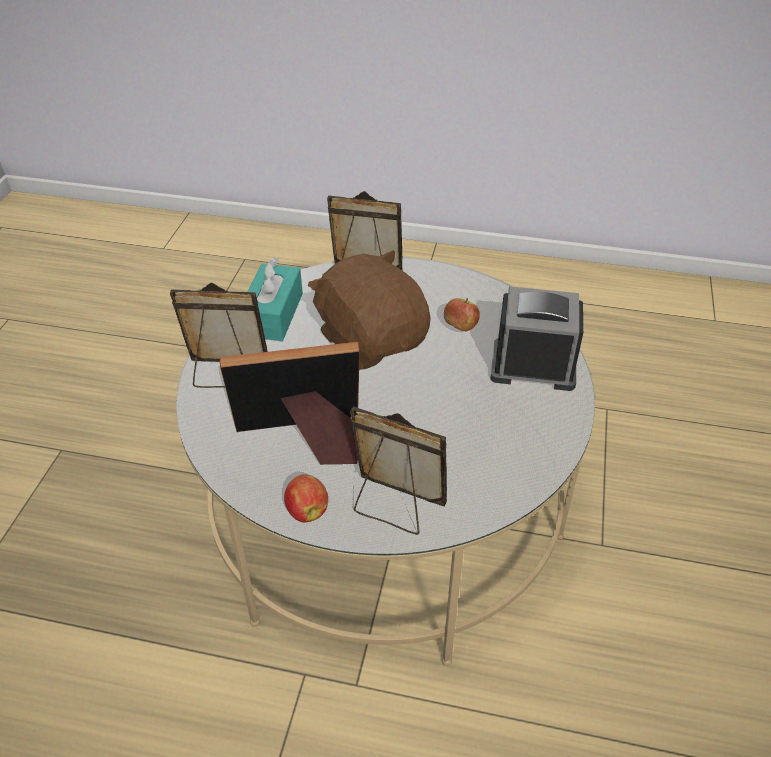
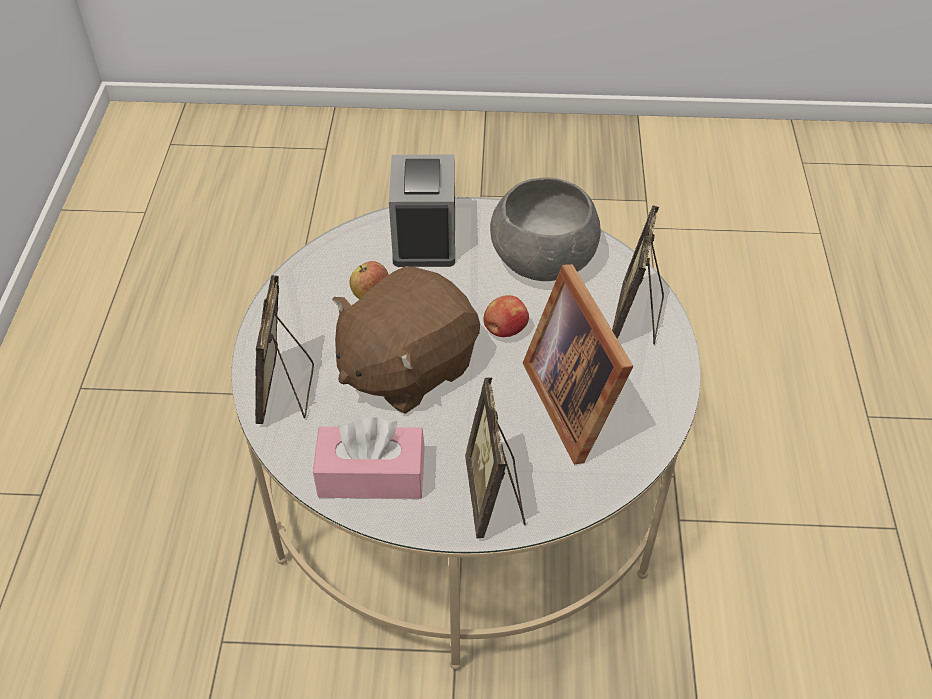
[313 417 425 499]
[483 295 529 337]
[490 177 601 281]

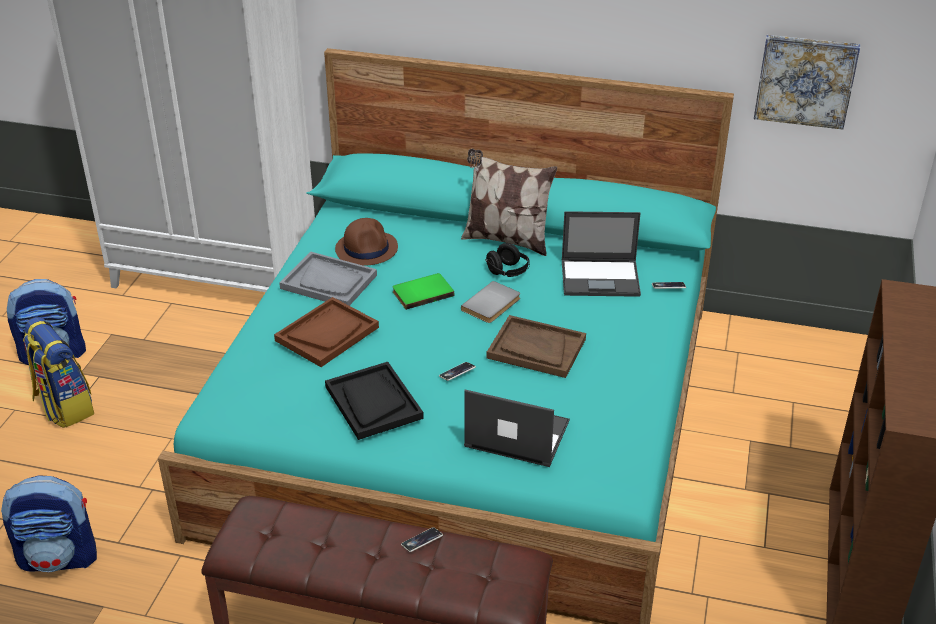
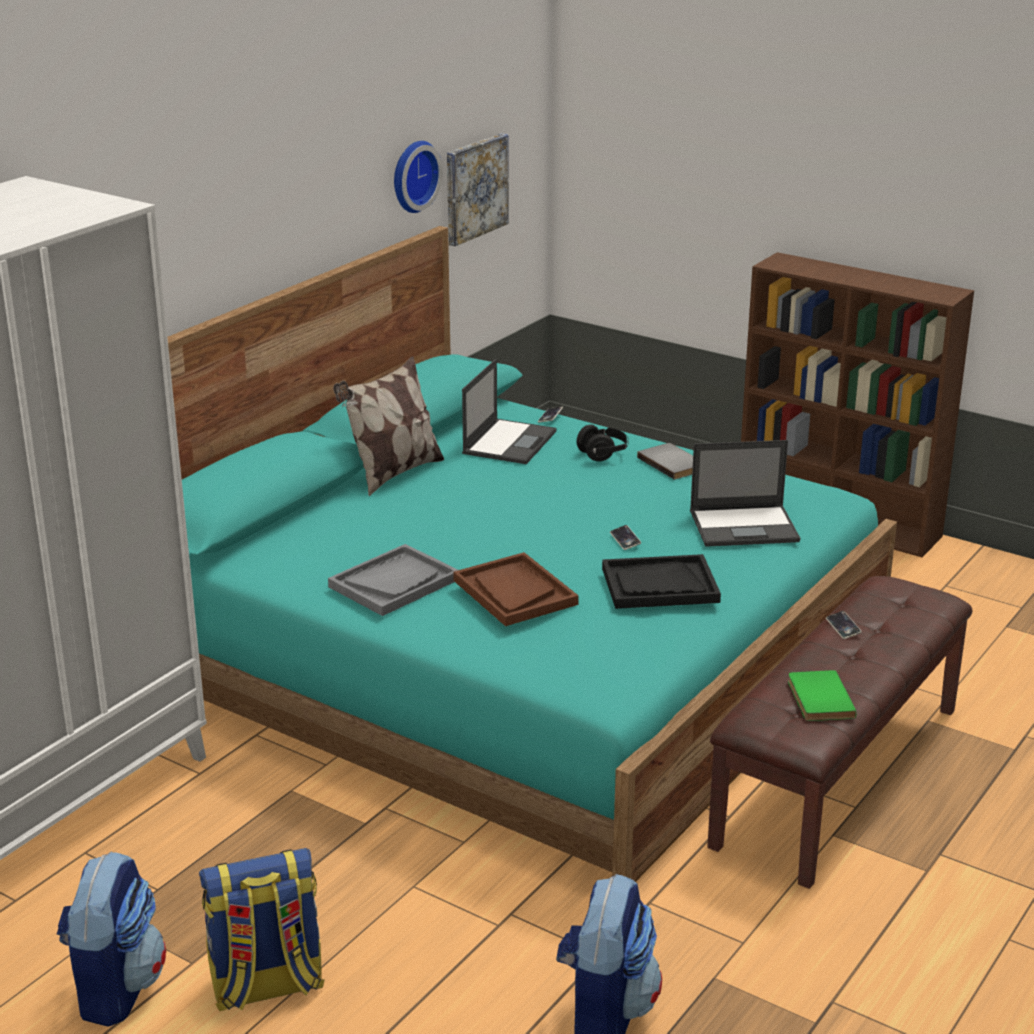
[335 218 398 266] (first image)
[788 670 856 721]
[637 443 693 480]
[690 440 800 547]
[577 425 629 461]
[486 315 586 378] (first image)
[394 141 443 213]

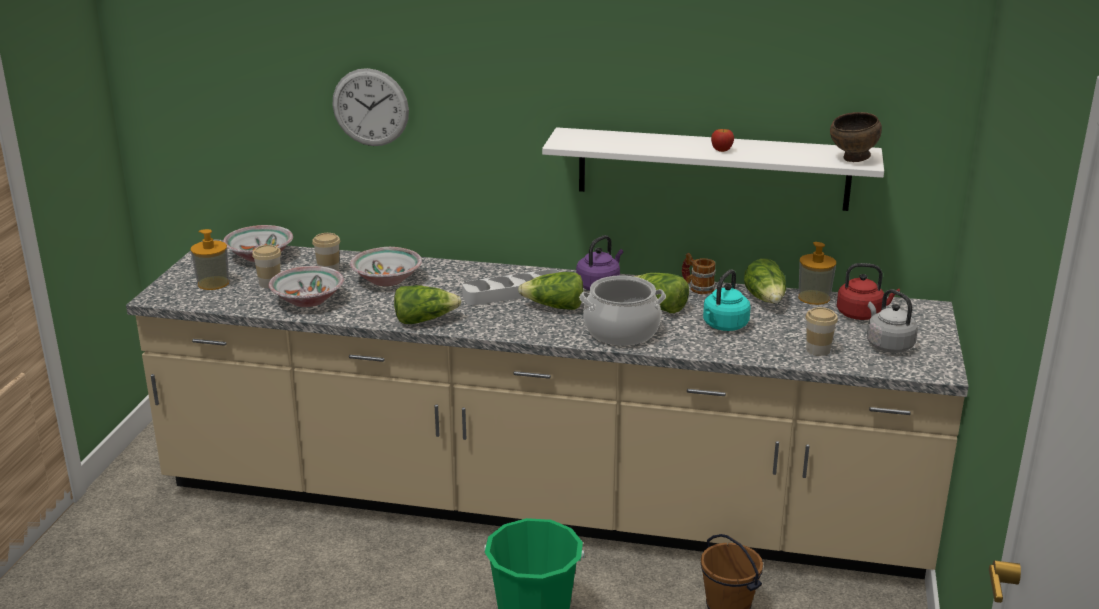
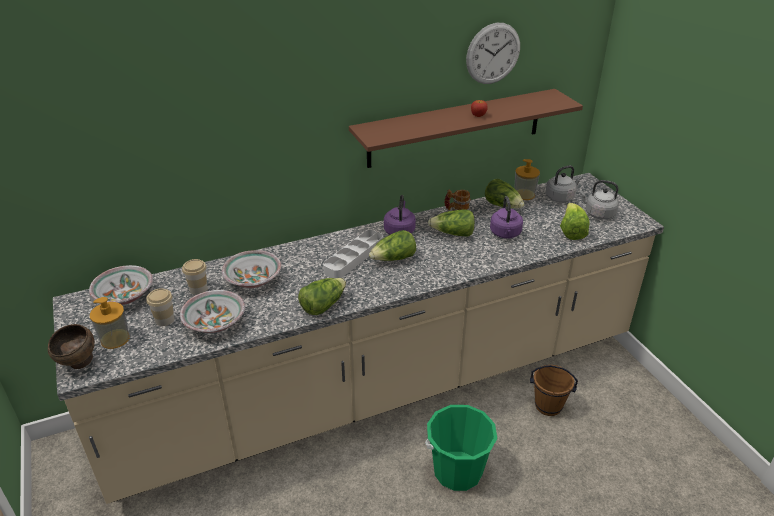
[466 23 520 84]
[349 89 583 168]
[579 275 666 346] (first image)
[490 196 523 239]
[560 203 590 240]
[48 324 95 369]
[545 165 583 203]

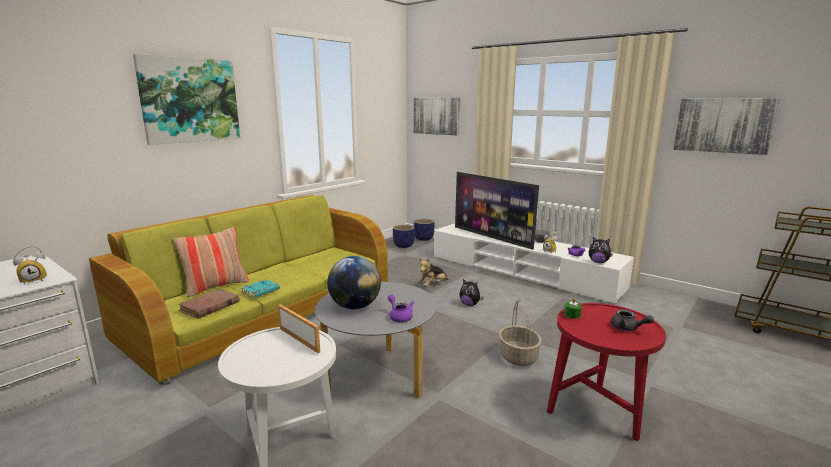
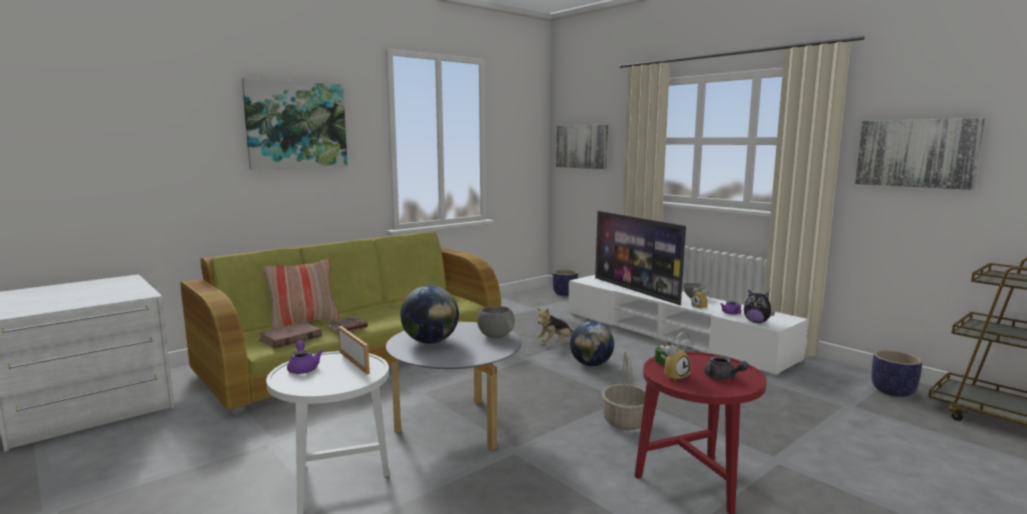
[661 332 693 381]
[327 317 368 334]
[287 341 323 374]
[871 350 922 397]
[570 322 614 366]
[477 306 515 338]

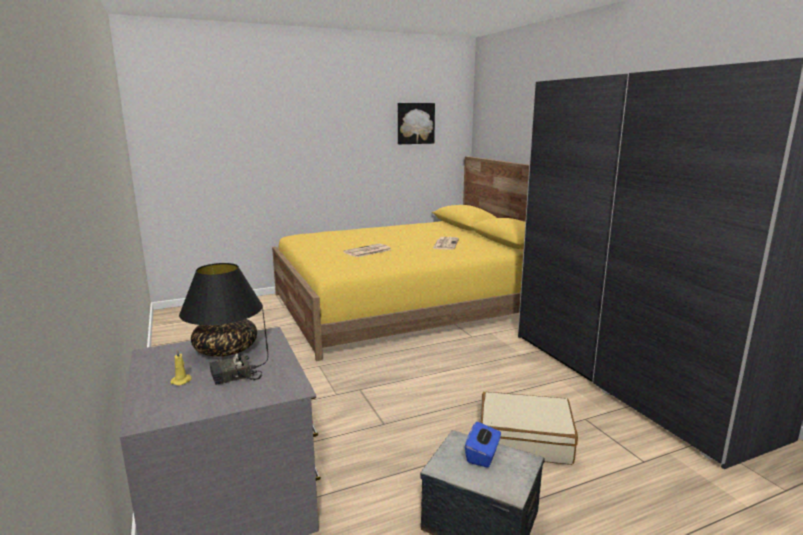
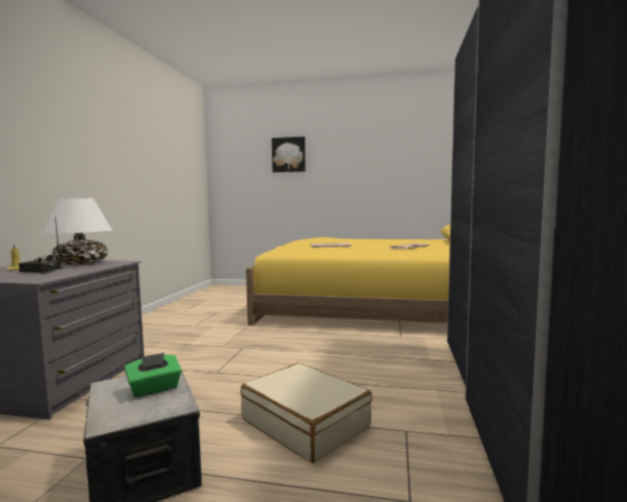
[43 198 112 265]
[272 137 306 172]
[124 353 182 398]

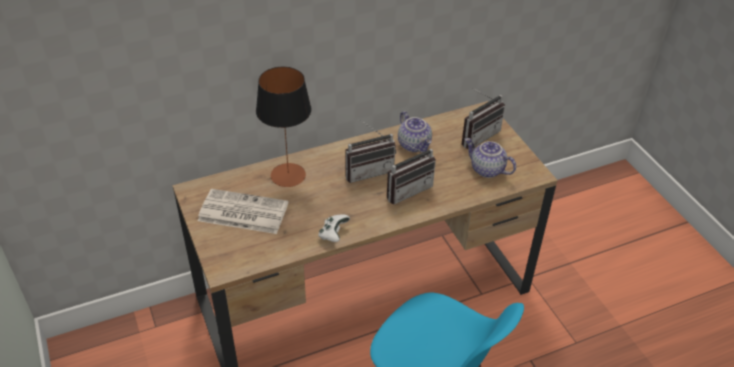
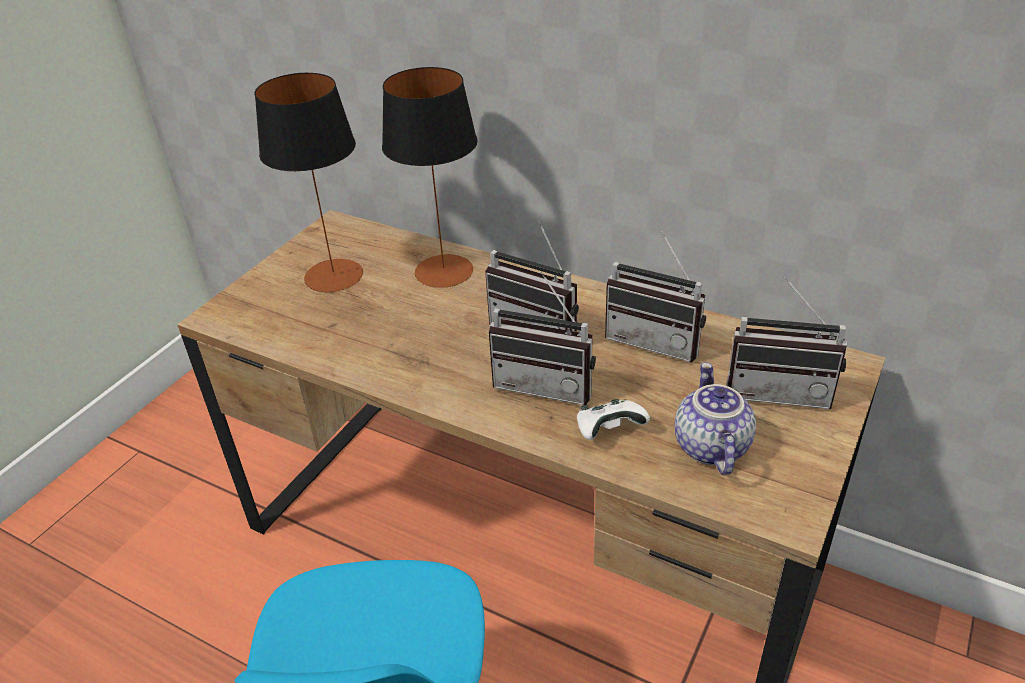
[254 73 363 292]
[577 399 650 440]
[605 231 706 362]

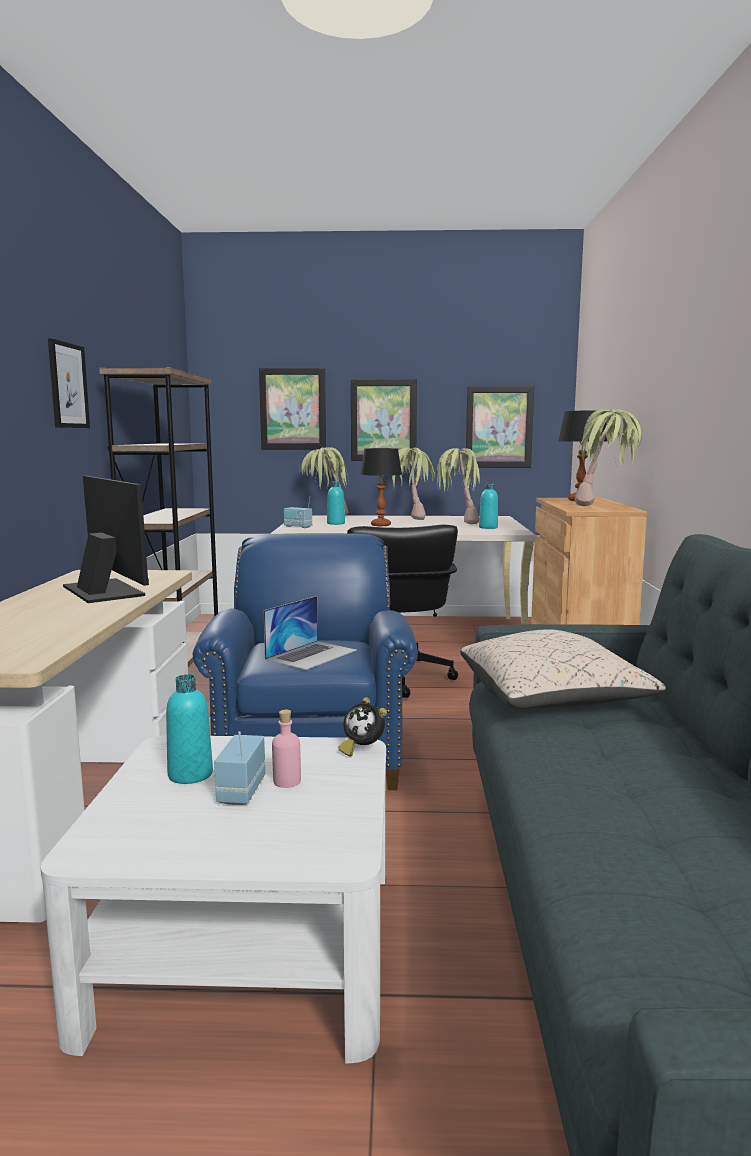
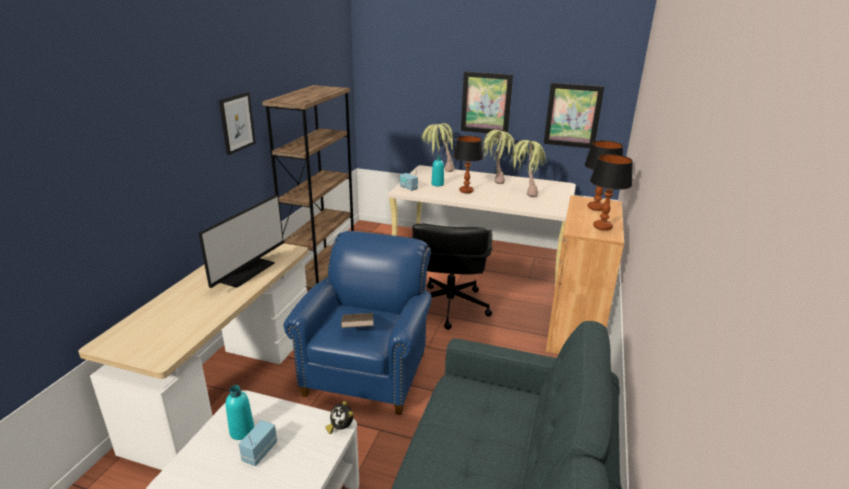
[199 195 284 288]
[259 368 326 450] (first image)
[341 313 374 328]
[272 710 301 788] (first image)
[460 629 666 709] (first image)
[479 483 498 529] (first image)
[590 154 633 231]

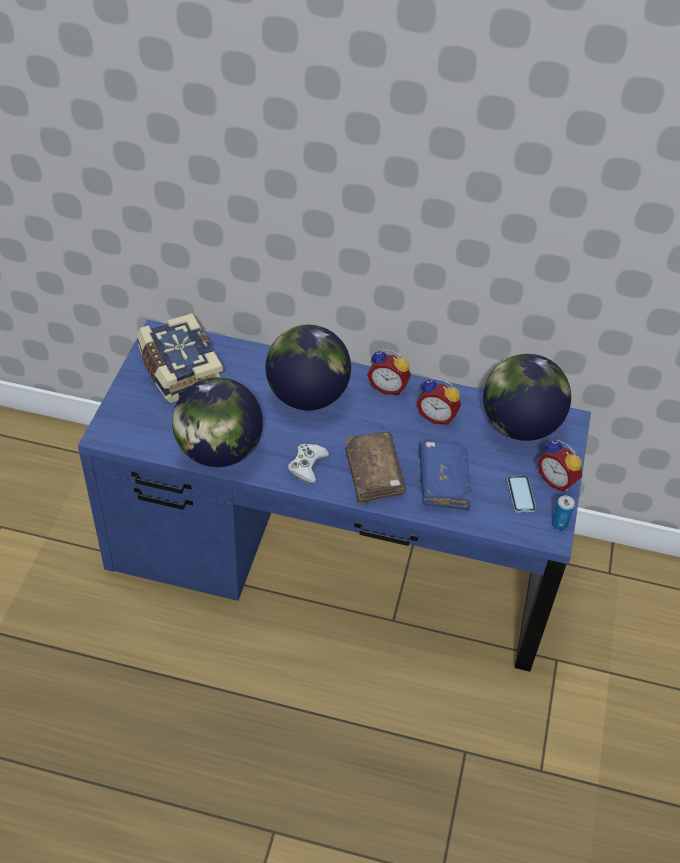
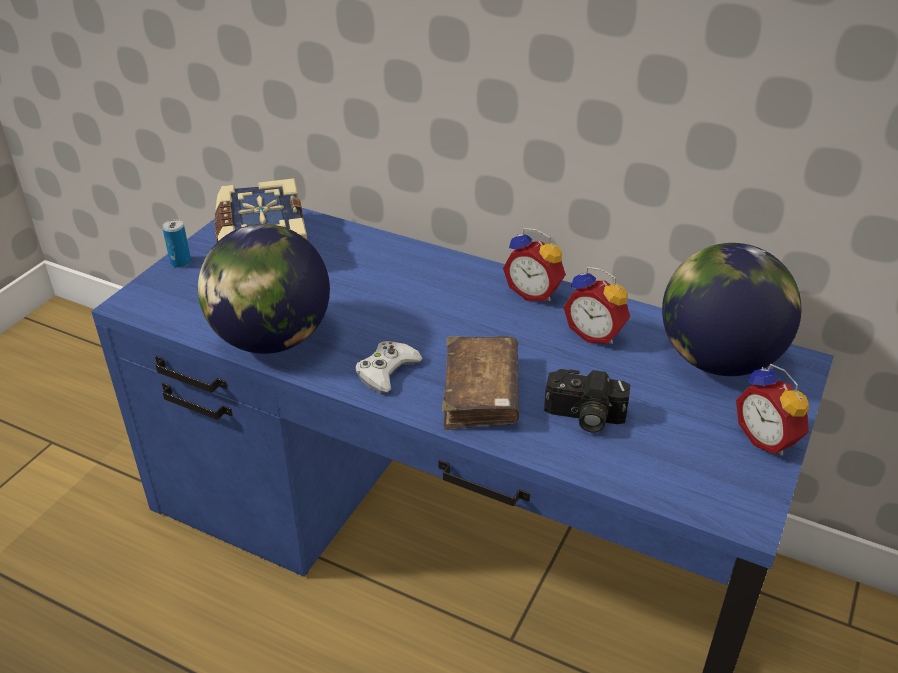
[265 325 351 410] (first image)
[544 369 631 433]
[507 476 536 513] (first image)
[162 219 191 268]

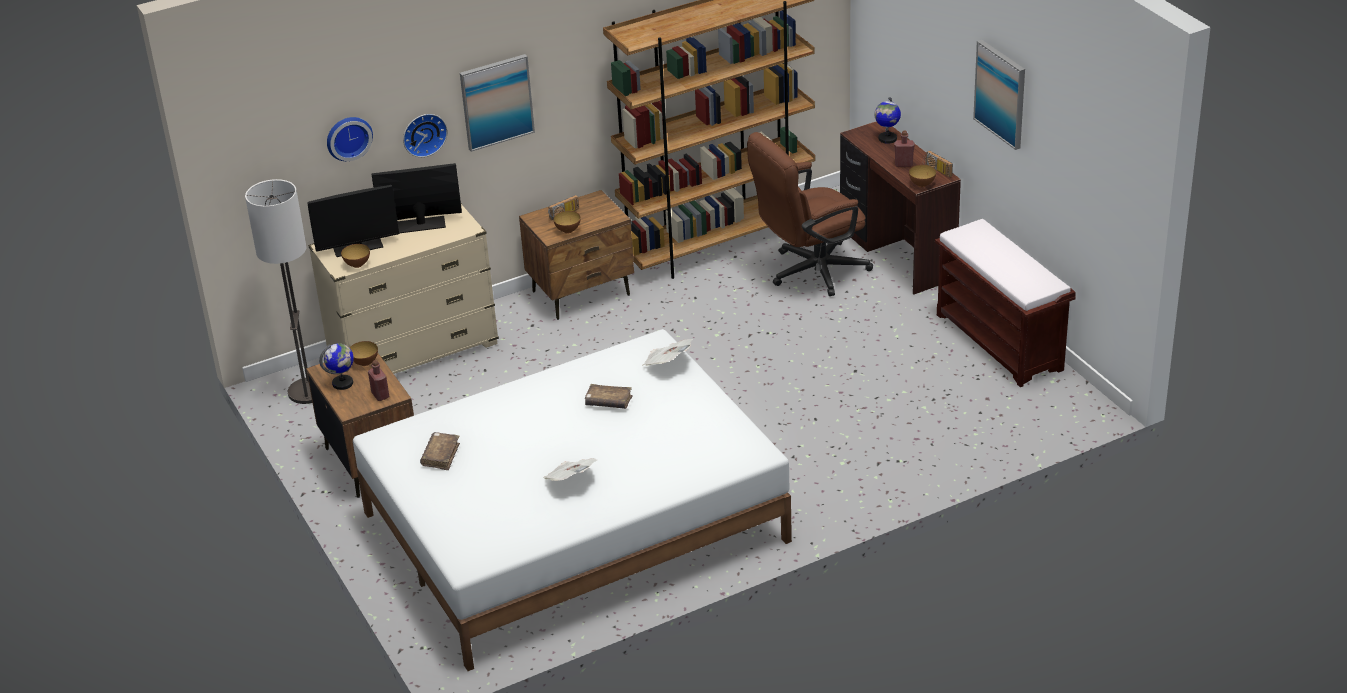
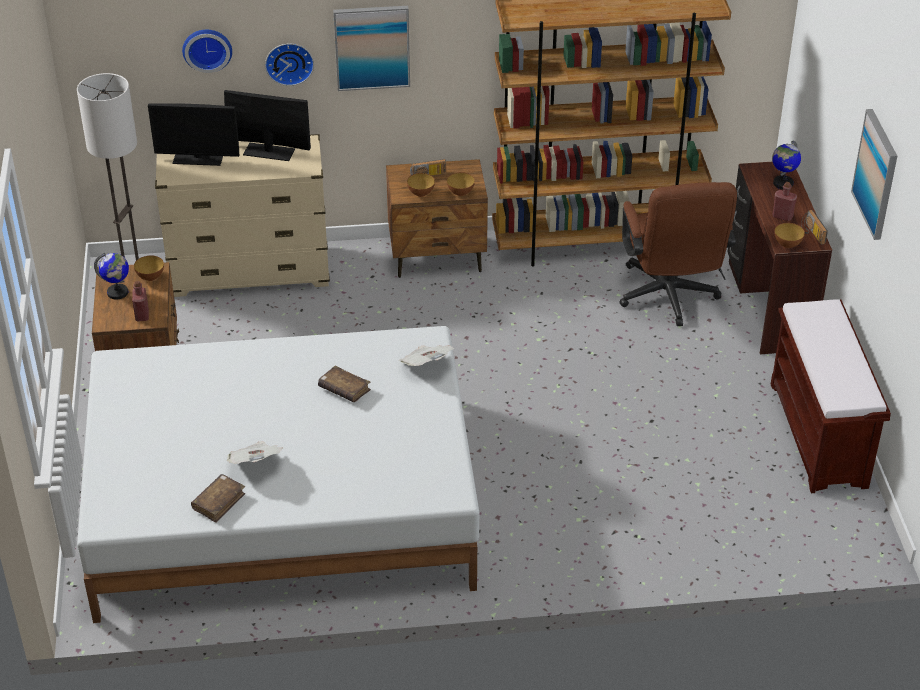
[447 172 475 196]
[191 474 245 523]
[619 182 737 326]

